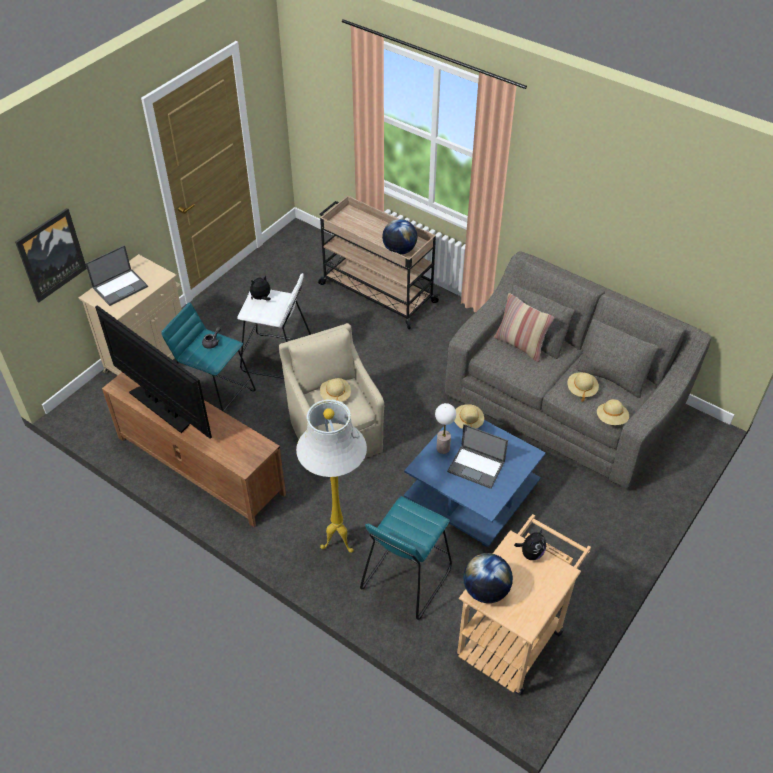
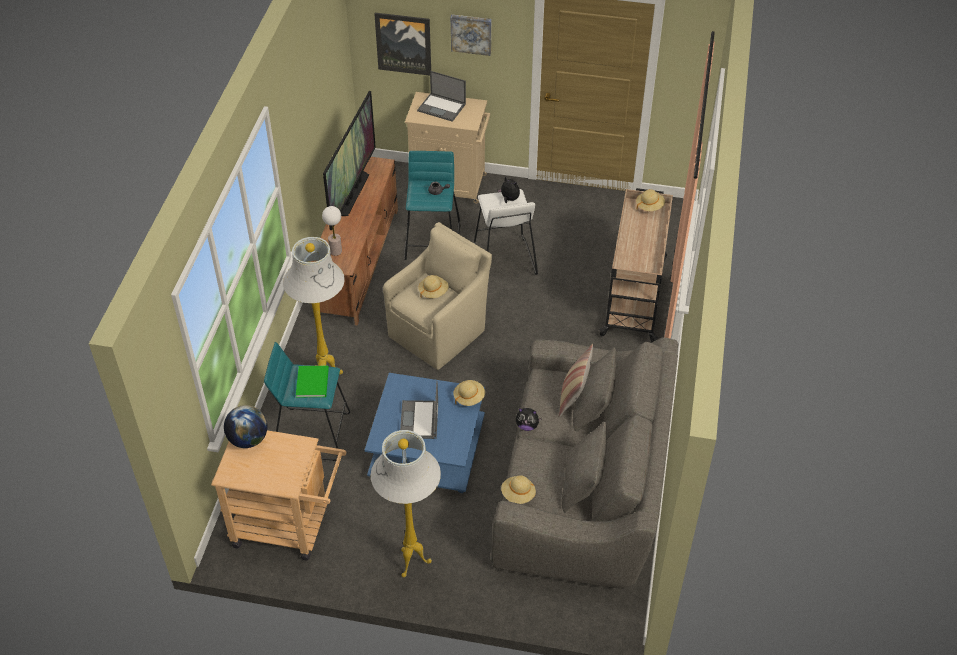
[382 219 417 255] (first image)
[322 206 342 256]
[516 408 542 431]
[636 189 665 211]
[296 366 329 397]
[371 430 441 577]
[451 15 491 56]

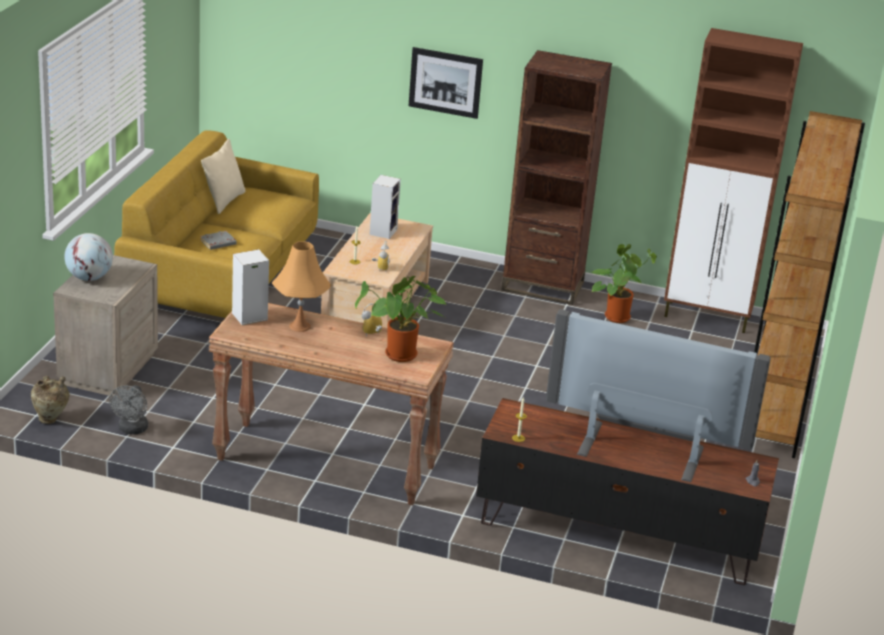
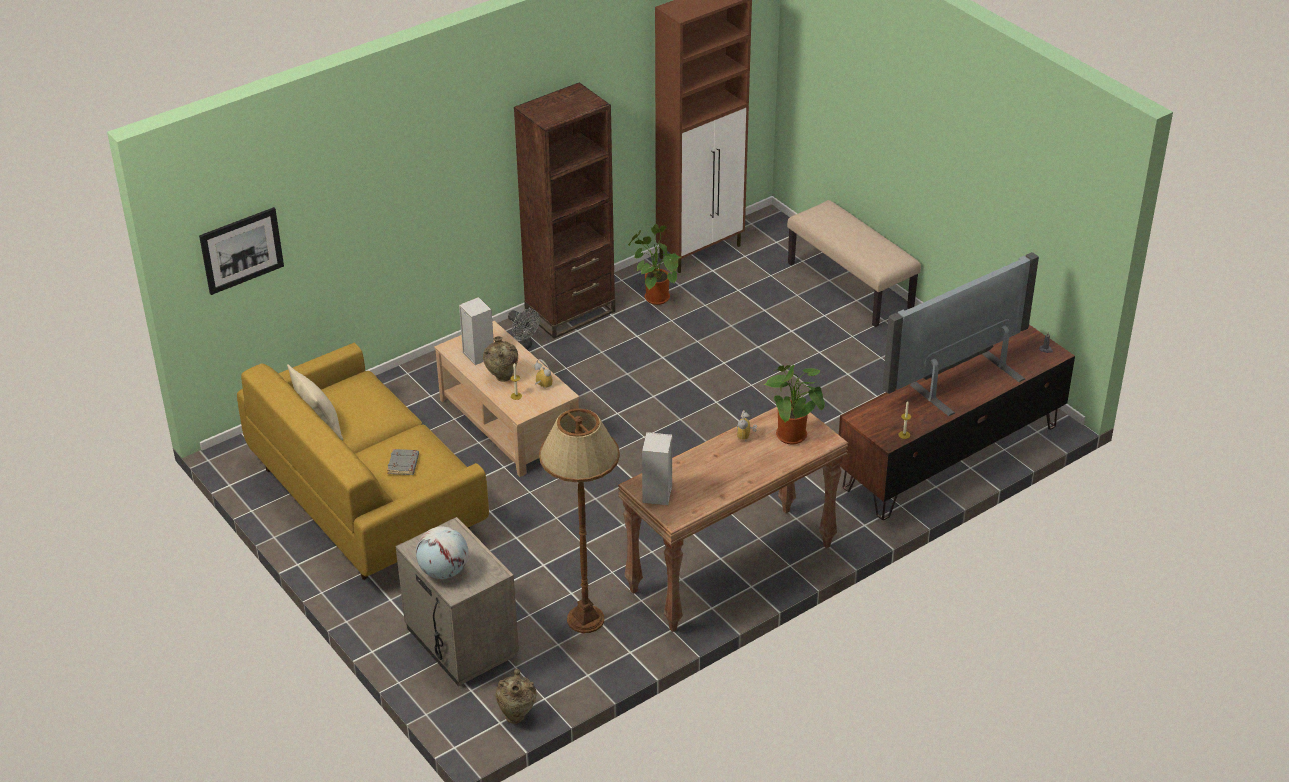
[508 309 540 350]
[272 241 332 332] (first image)
[199 207 284 295]
[787 200 921 327]
[483 336 518 382]
[539 408 620 633]

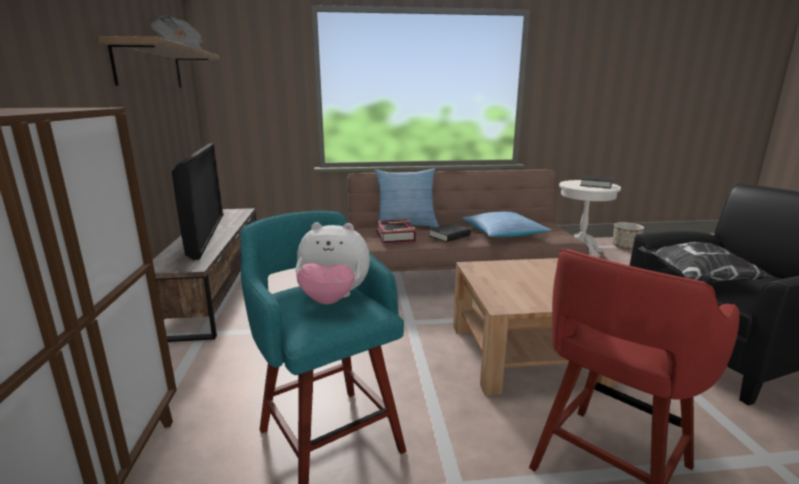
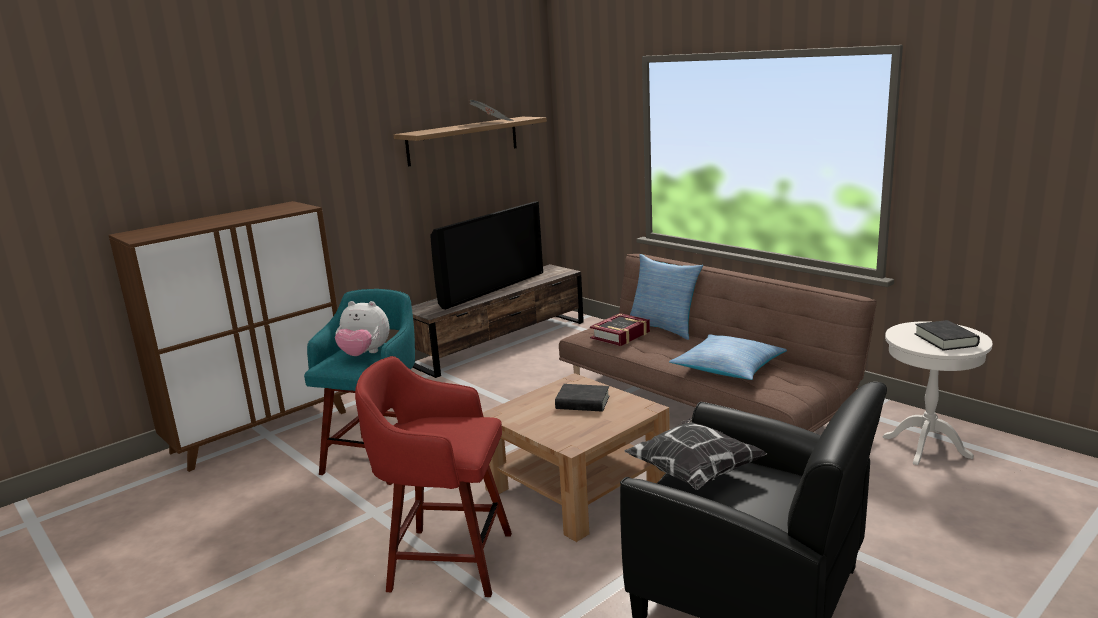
[335 301 390 356]
[555 384 609 412]
[613 222 644 250] (first image)

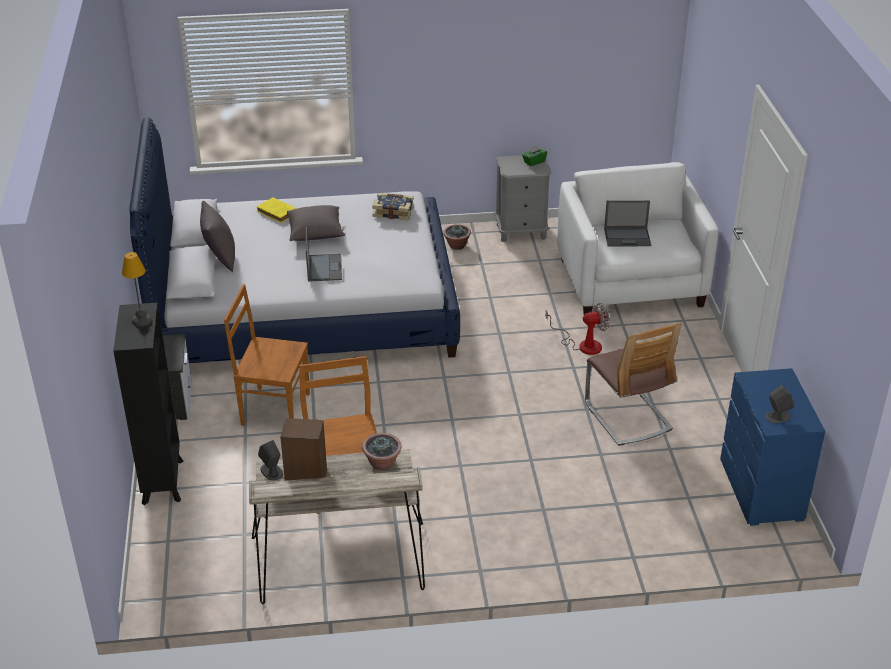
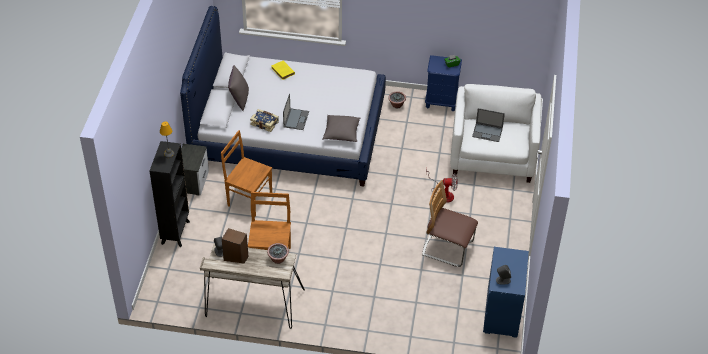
[322 115 360 142]
[250 109 279 132]
[425 55 462 111]
[422 180 478 267]

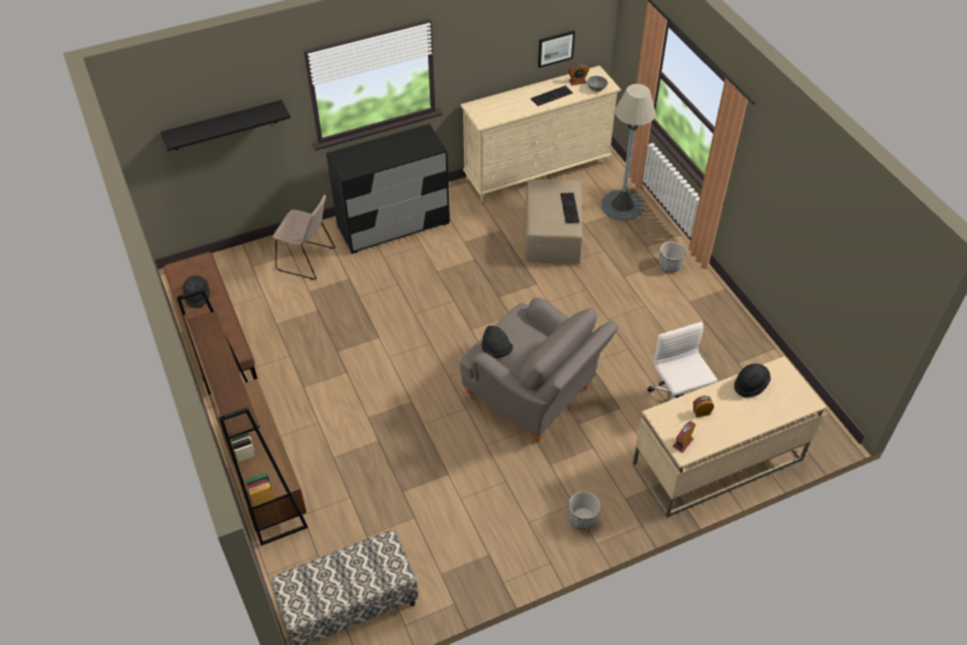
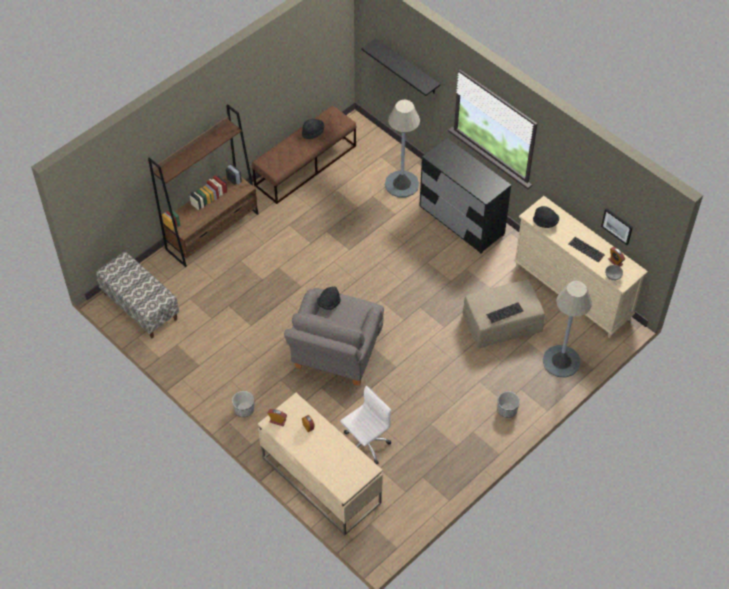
[385 100 420 198]
[533 206 559 228]

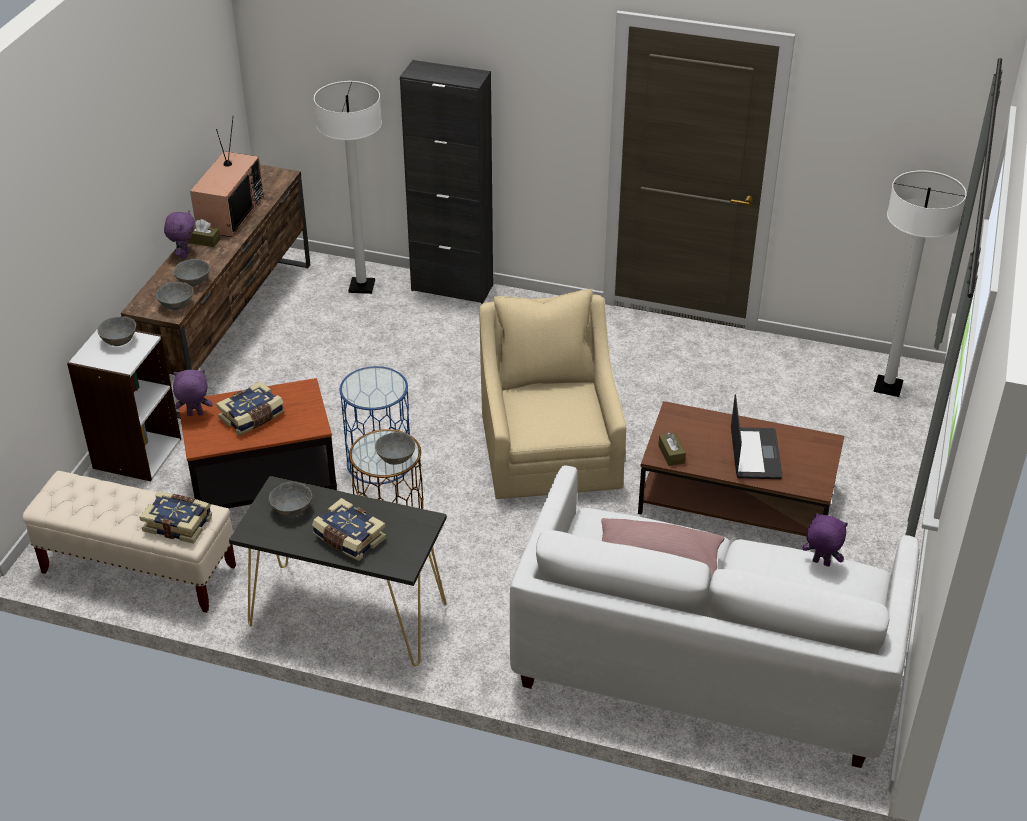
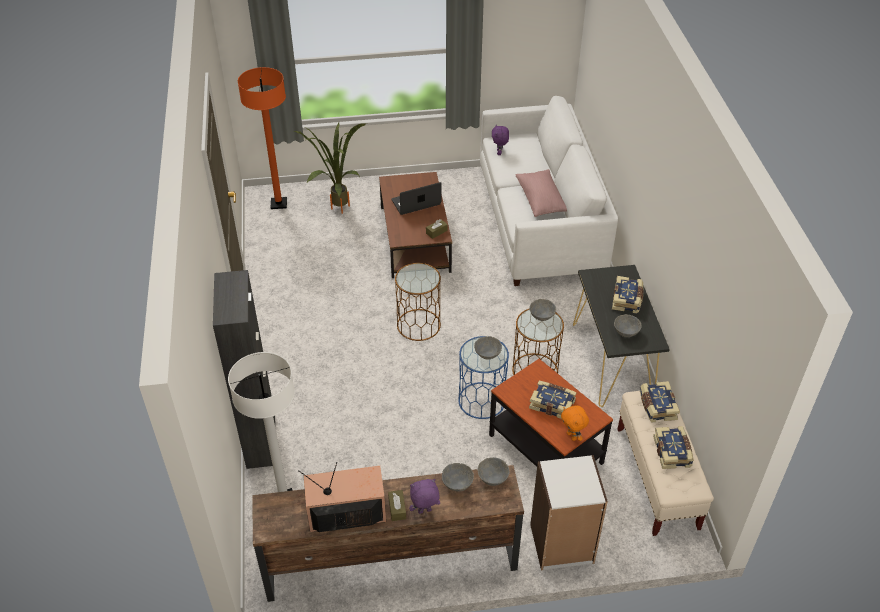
[474 336 502 360]
[561 405 589 441]
[395 263 441 341]
[238 67 287 209]
[294 123 367 214]
[653 426 694 469]

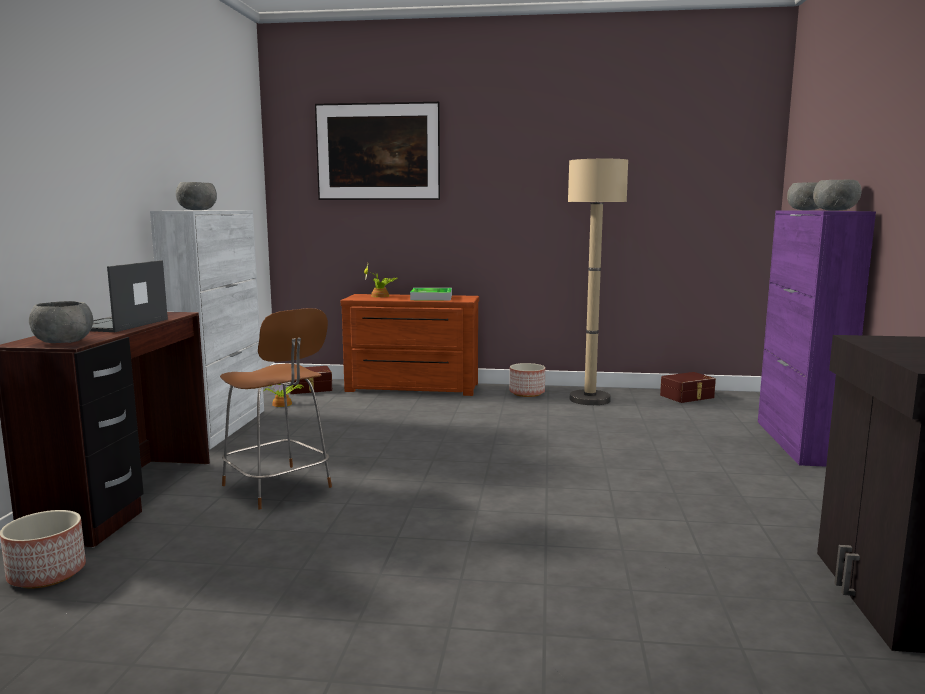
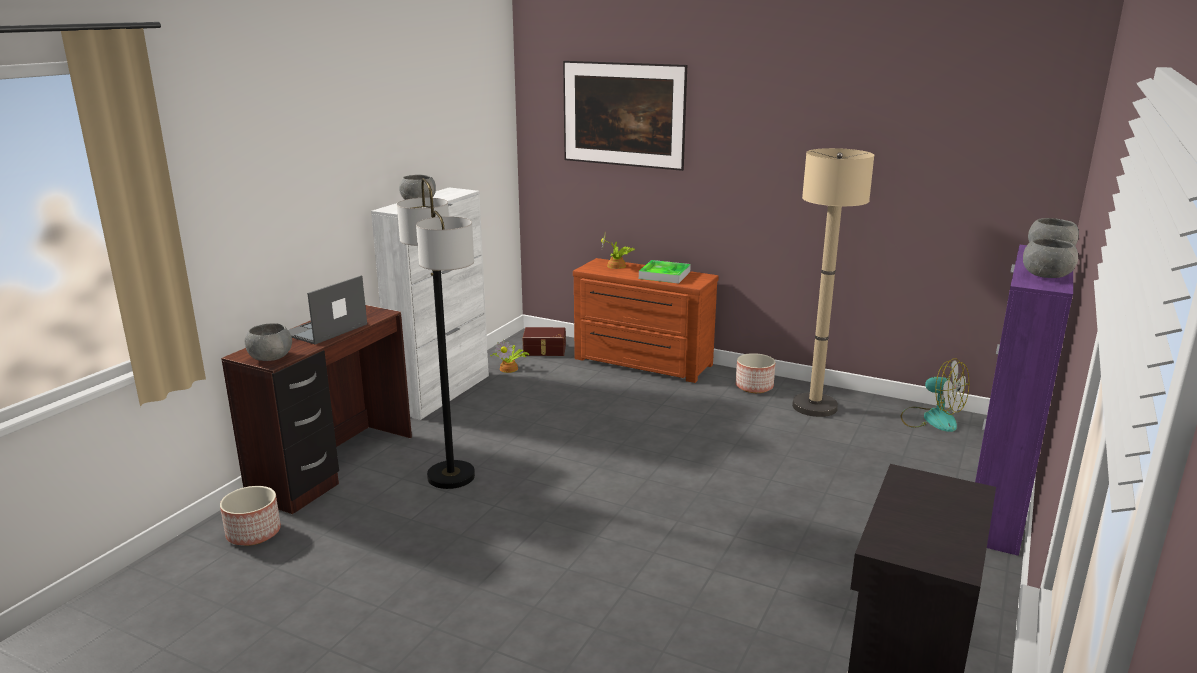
[397 178 475 489]
[901 358 969 432]

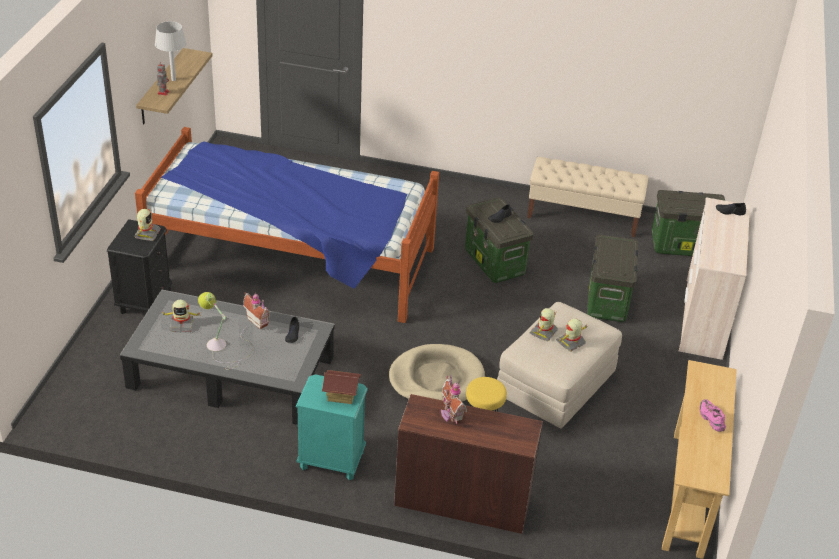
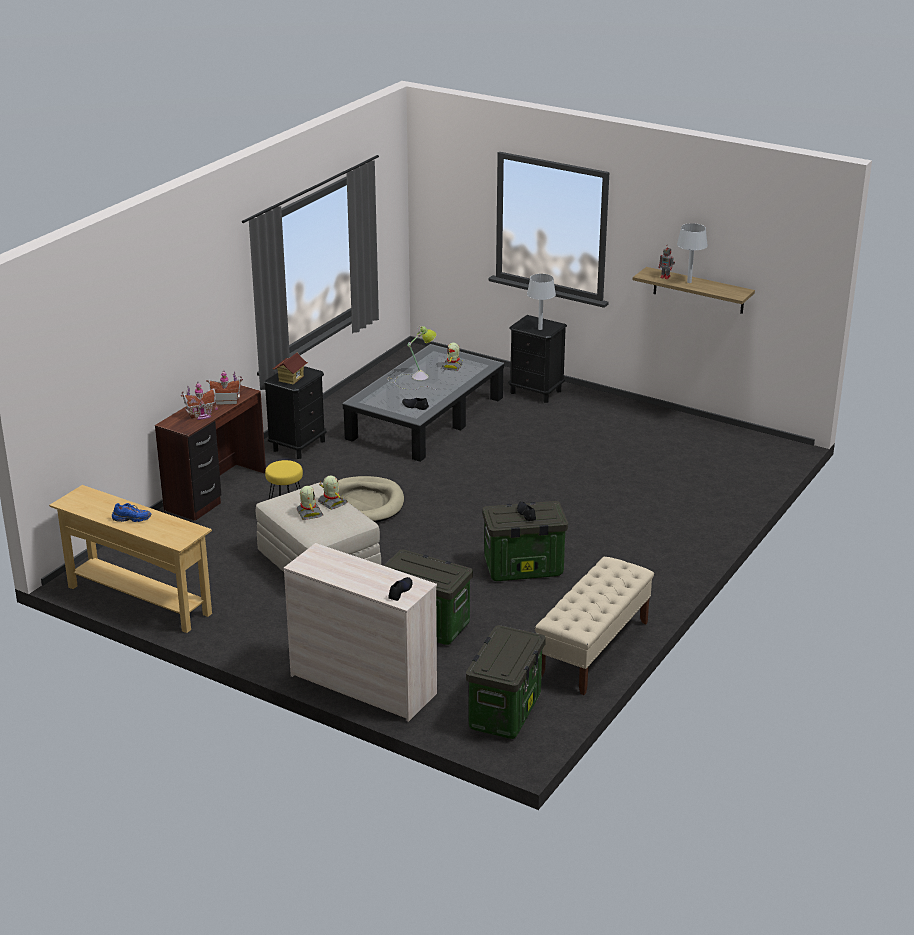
[527 274 556 330]
[135 127 439 323] (first image)
[181 382 218 420]
[264 366 327 459]
[112 503 151 522]

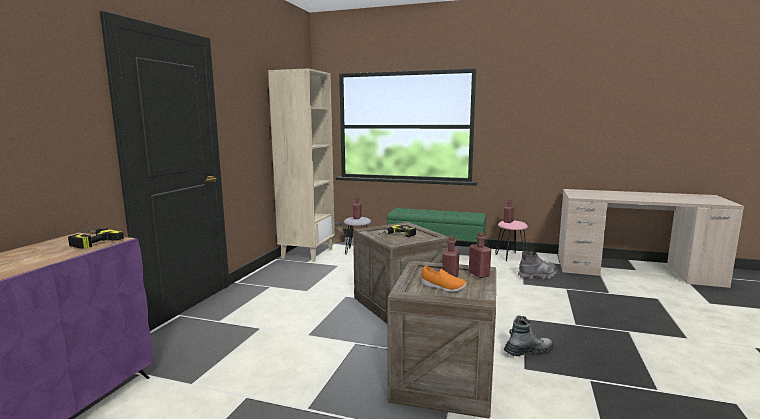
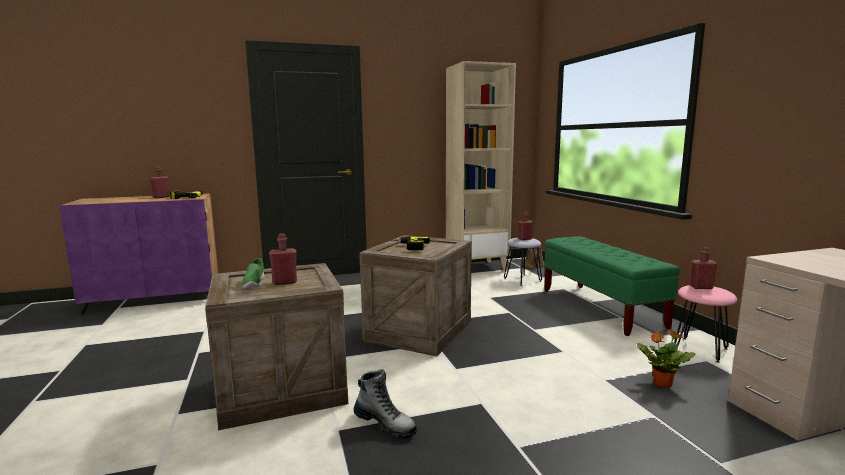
[242 258 265 289]
[150 166 170 198]
[637 329 696 388]

